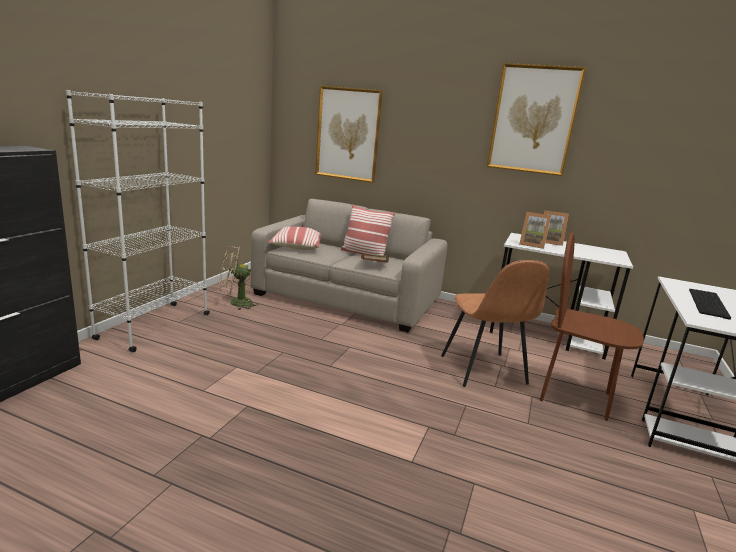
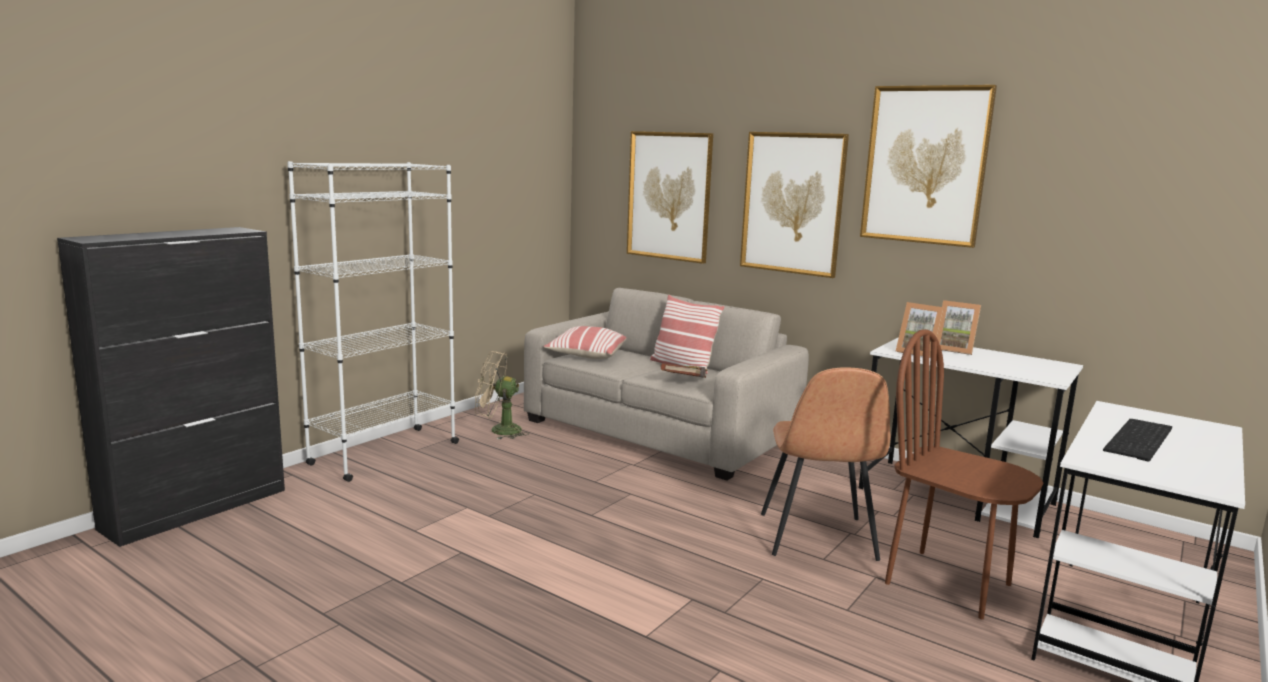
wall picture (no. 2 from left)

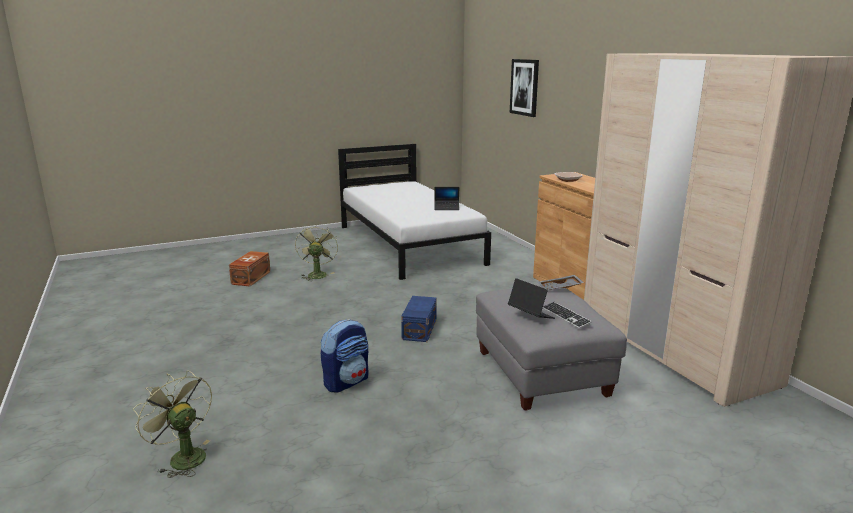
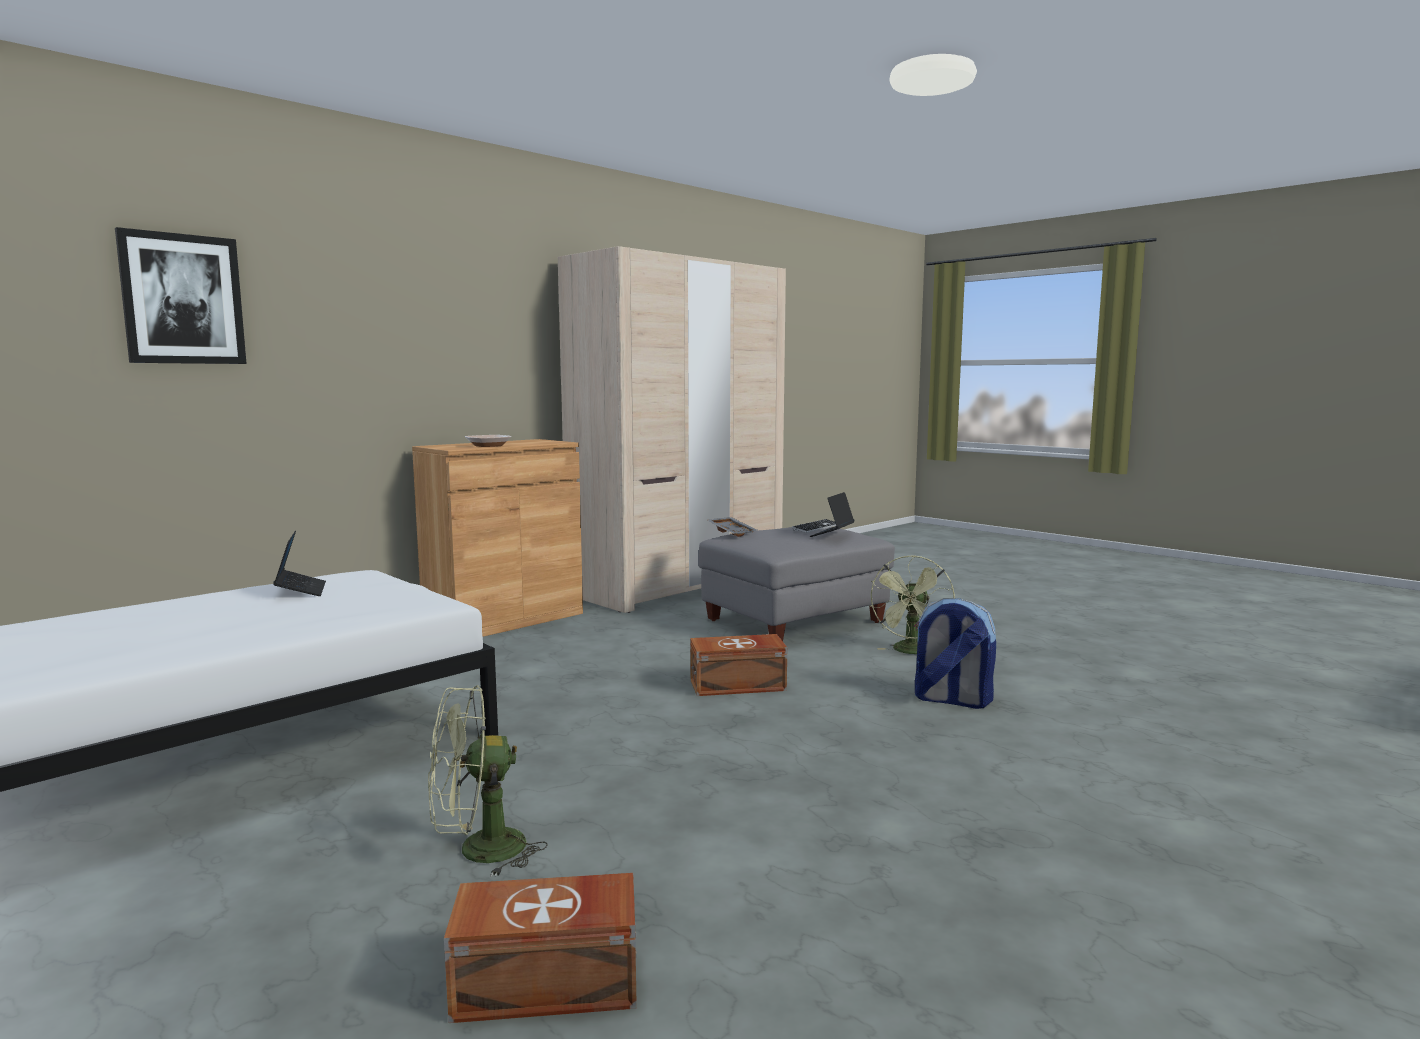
storage box in brown (no. 2 from left)
fan in green-coloured (no. 2 from left)

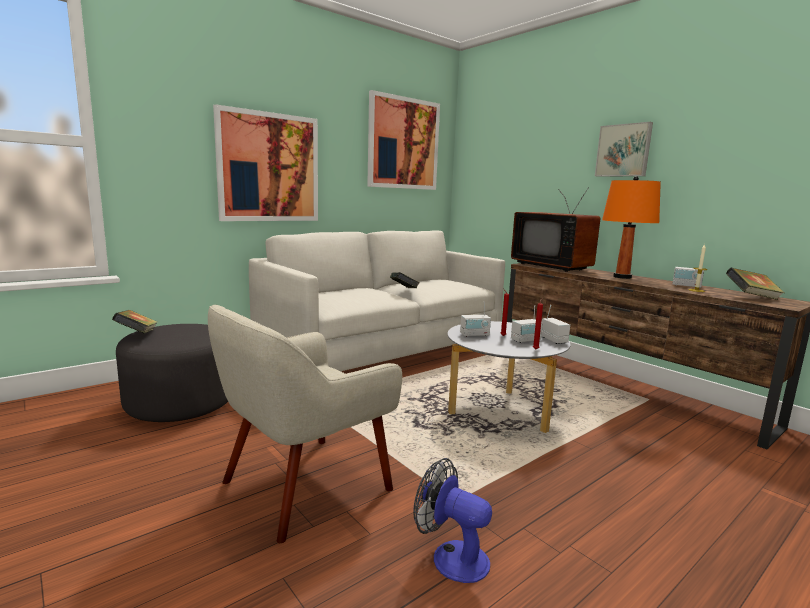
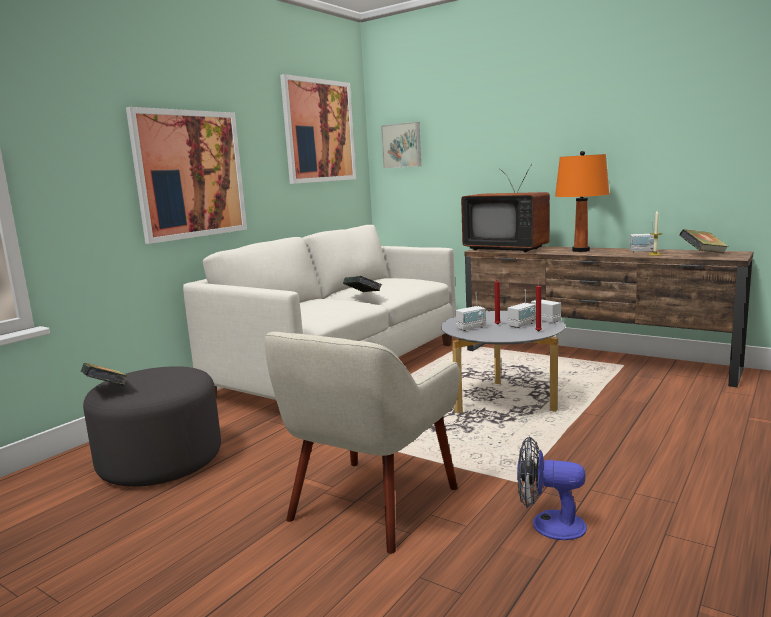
wall picture (no. 3 from left)

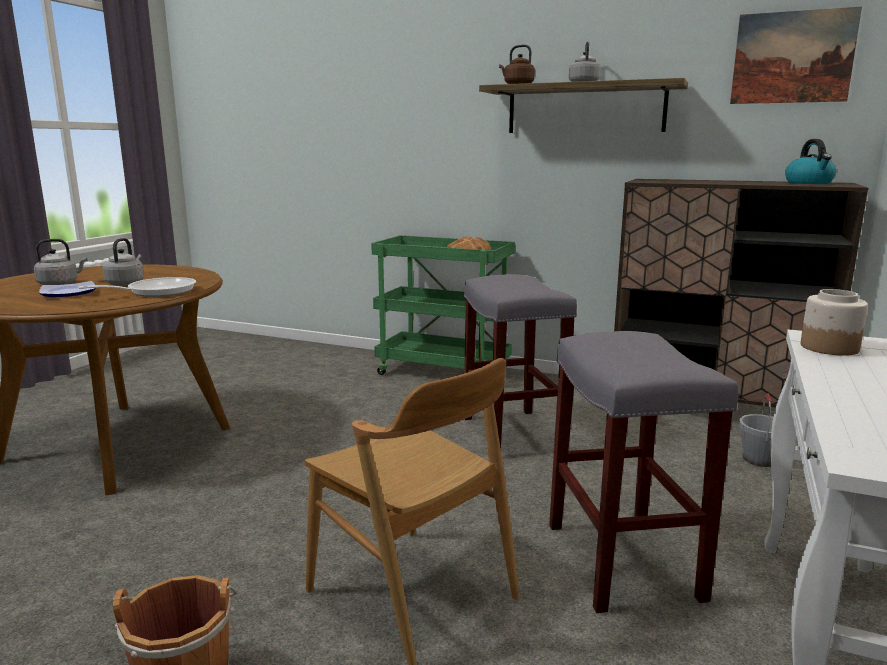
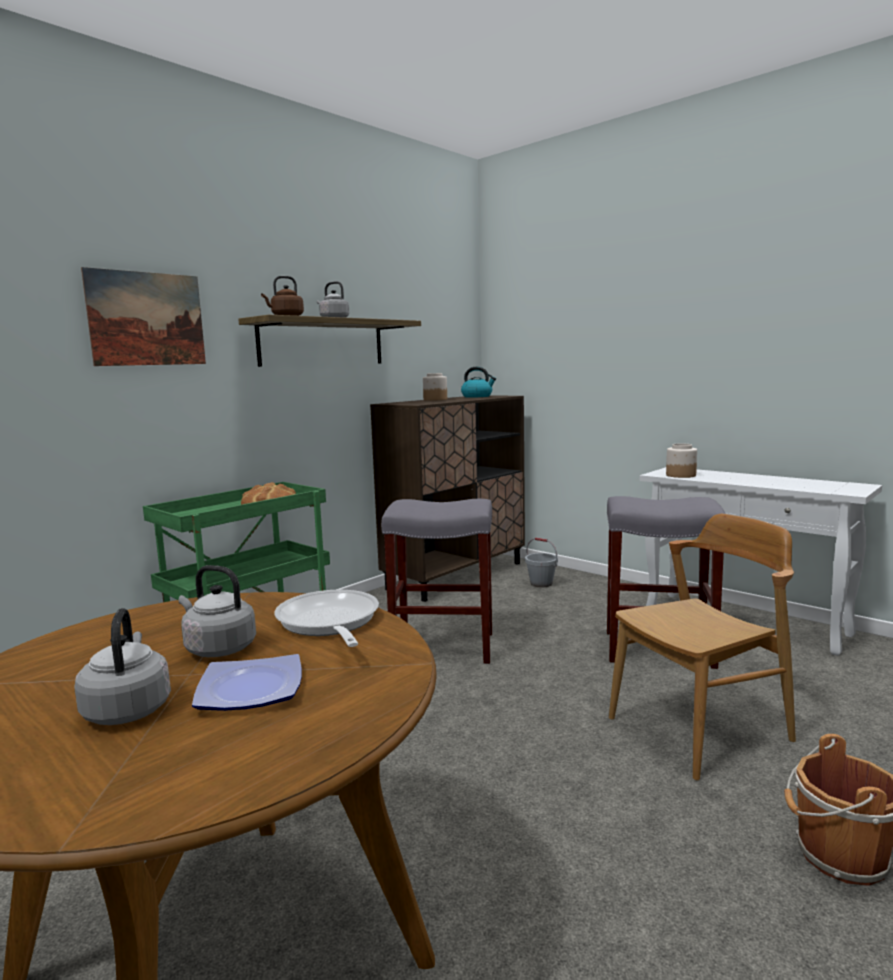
wall picture
storage jar (no. 1 from left)

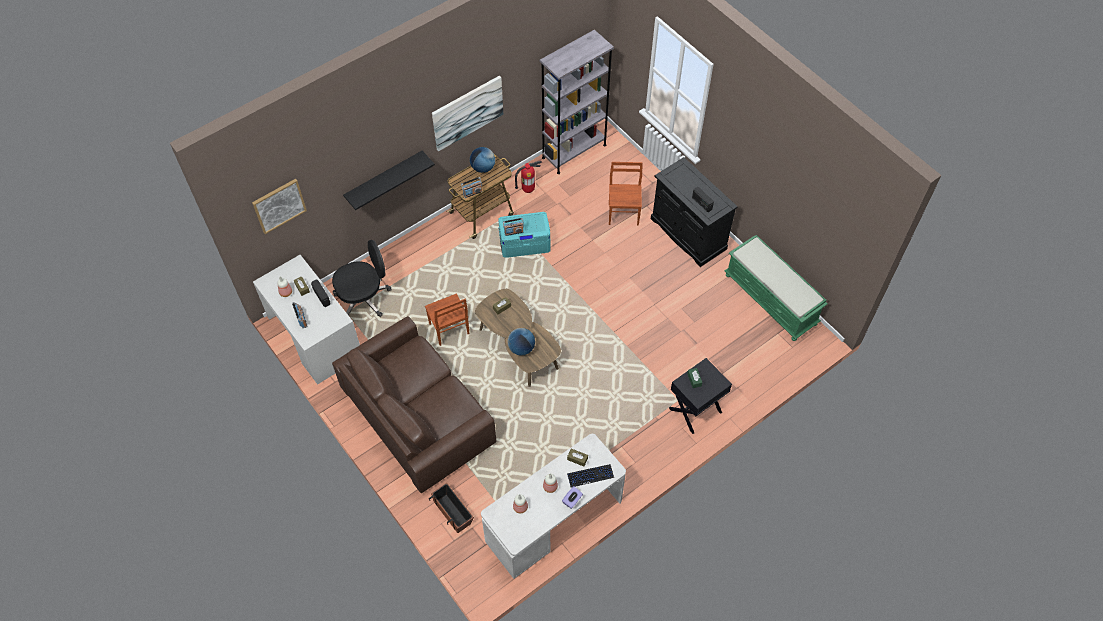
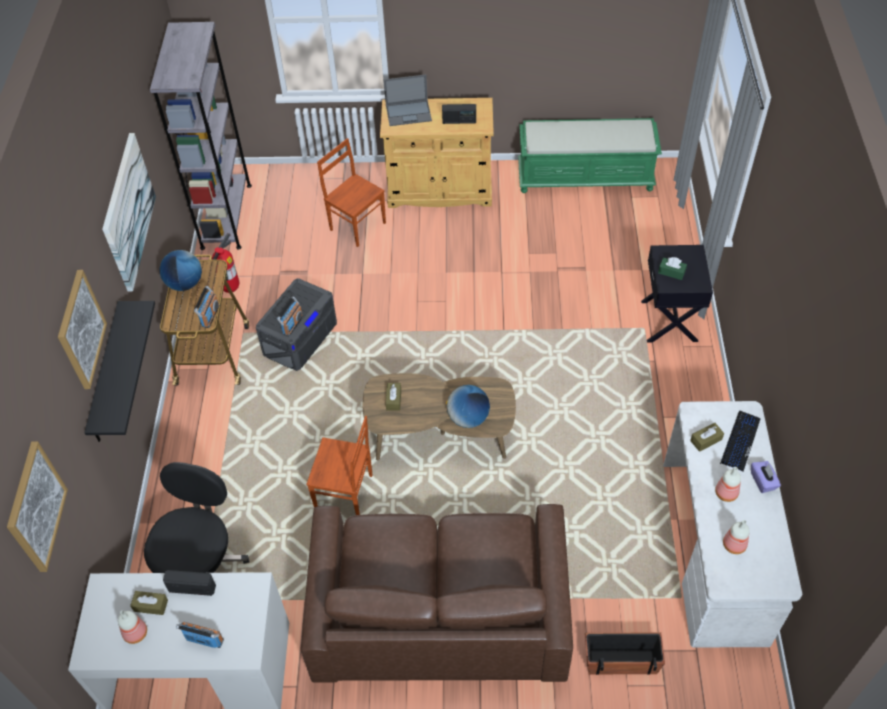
cupboard in beige-coloured
storage box in greyish
portable computer
wall picture (no. 2 from left)

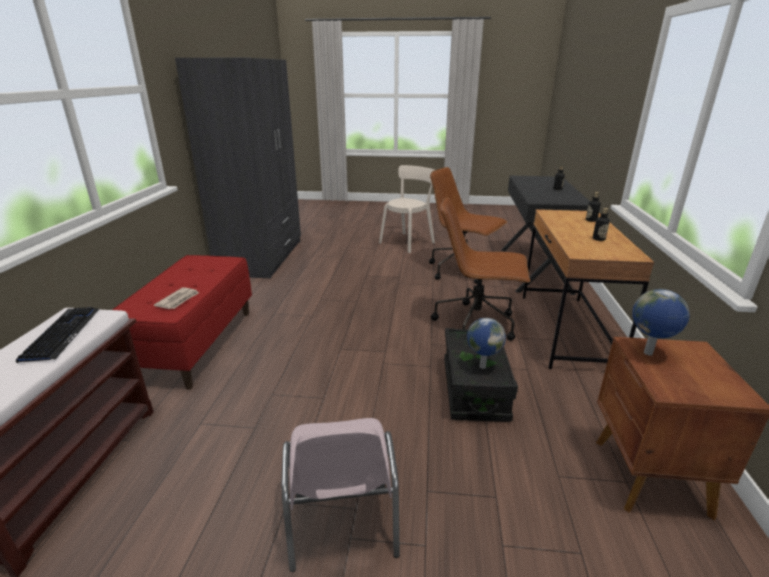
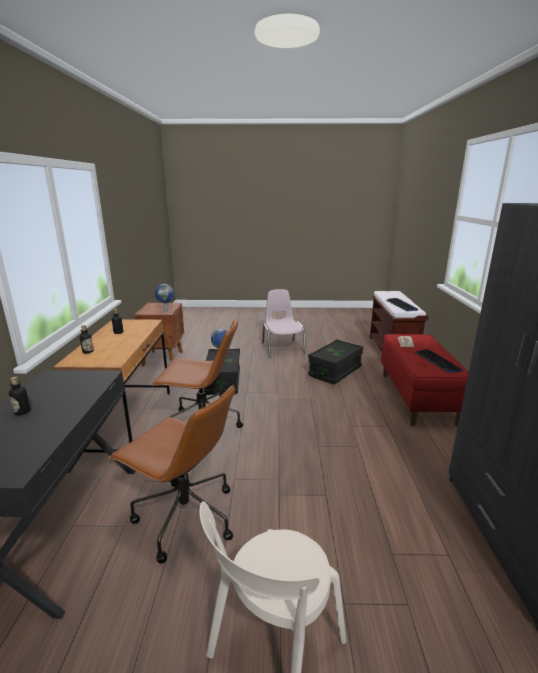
storage box in blackish (no. 2 from left)
keyboard (no. 2 from left)

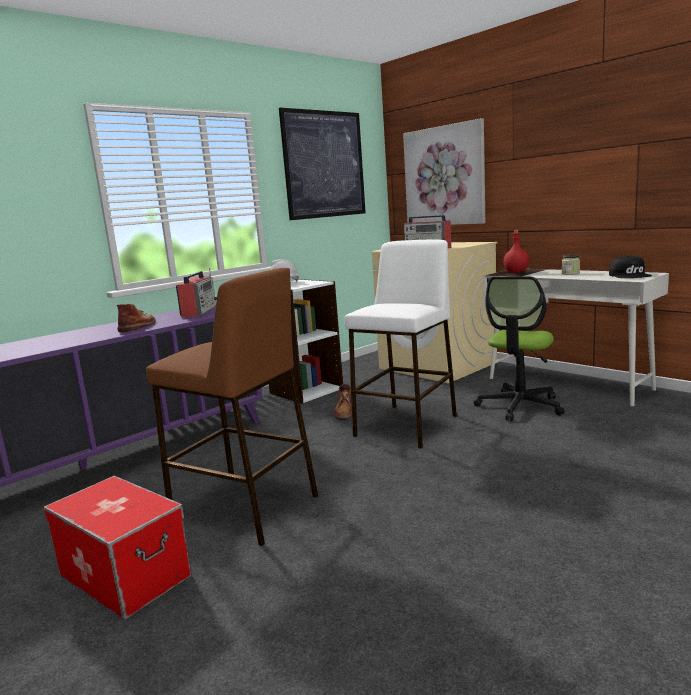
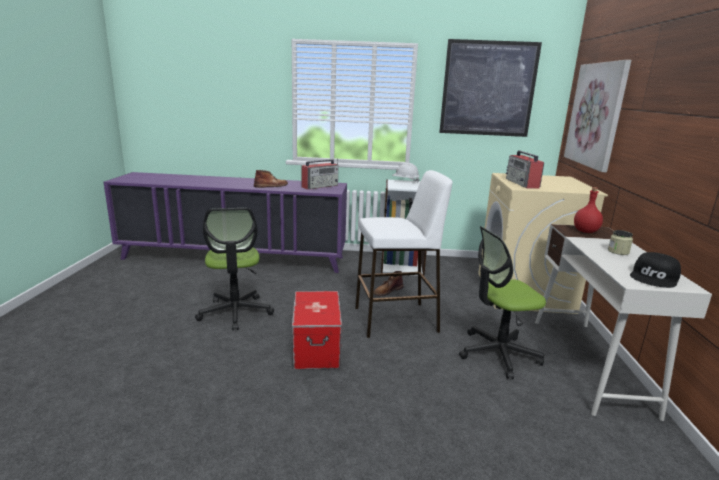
desk chair (no. 1 from left)
storage box

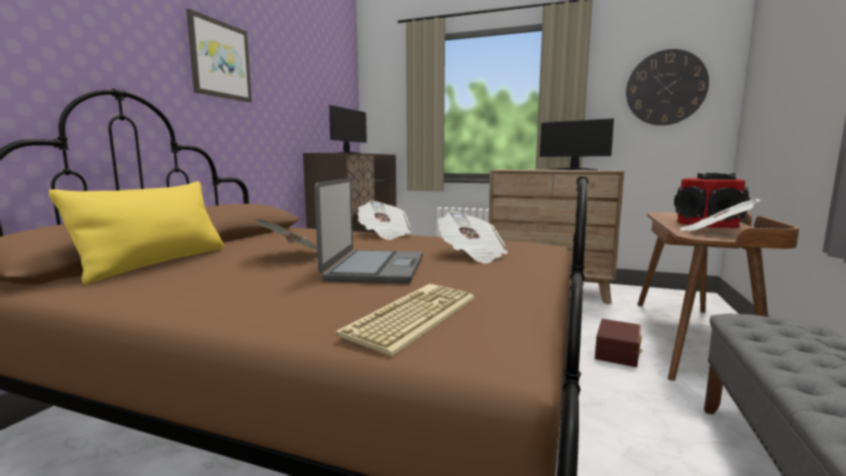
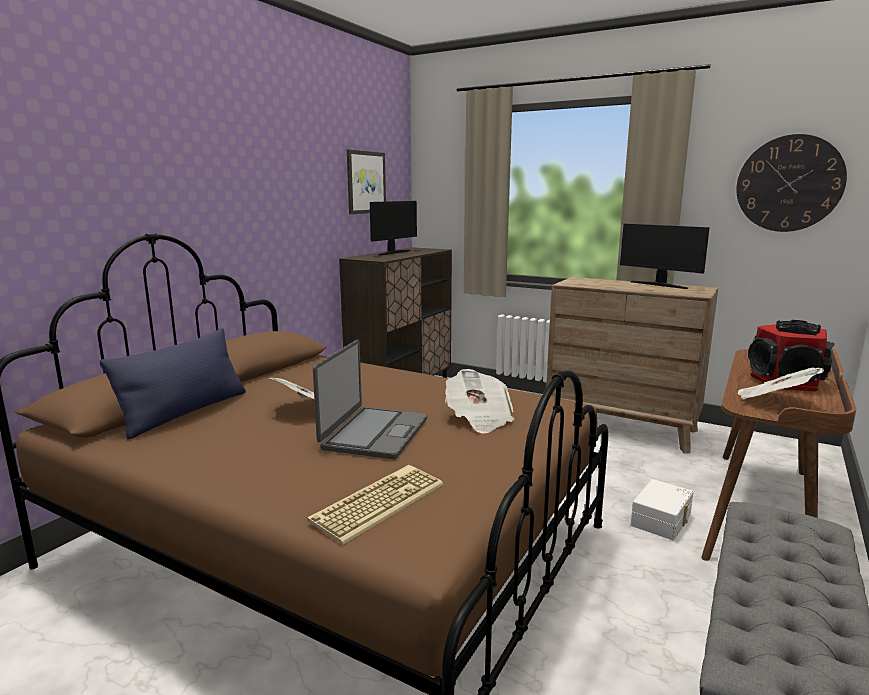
wall picture
pillow in blue-coloured
printed paper (no. 2 from left in the first image)
storage box in white

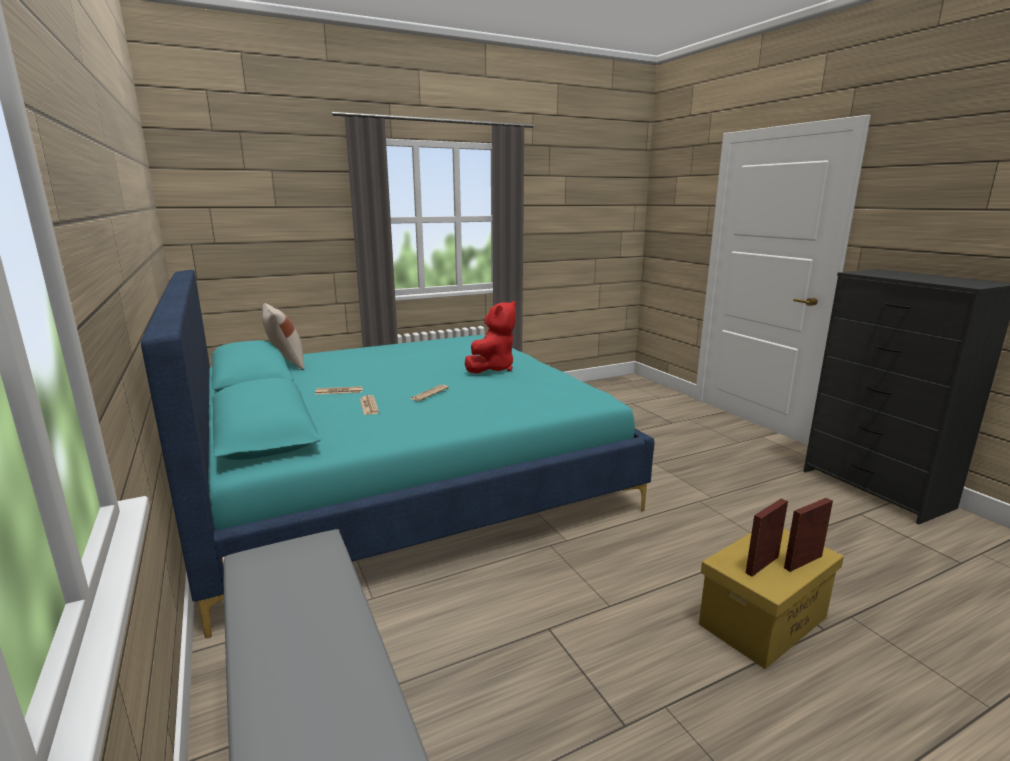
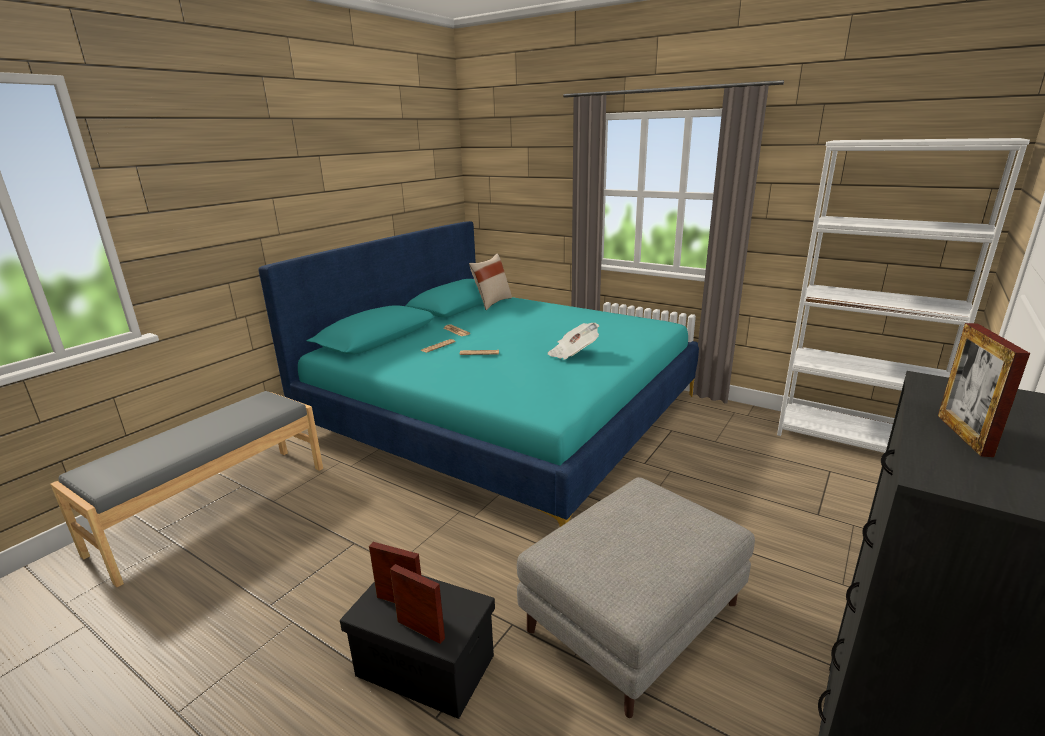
printed paper (no. 4 from left)
storage box in blackish
bookcase in white
photo frame (no. 3 from left)
pouffe in greyish

